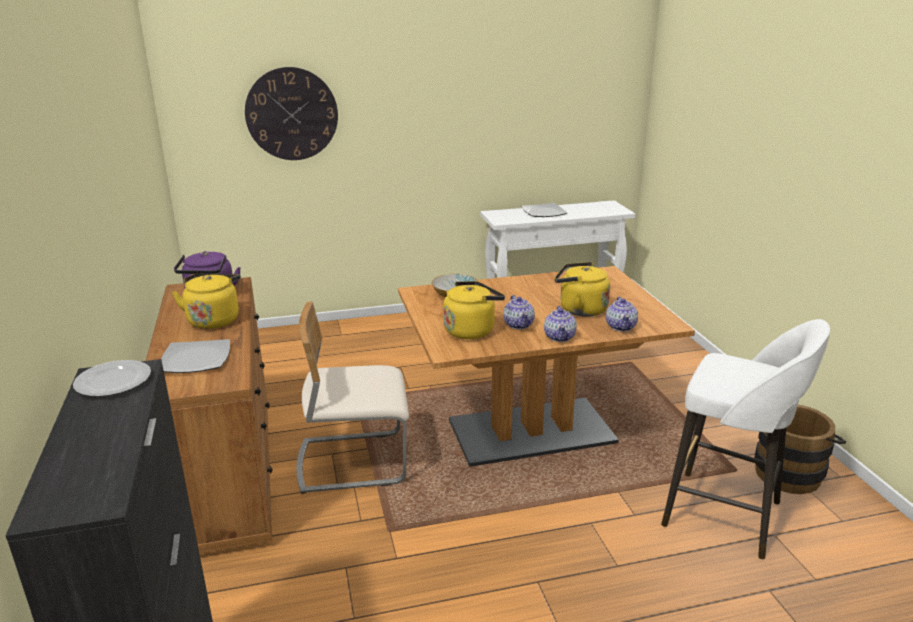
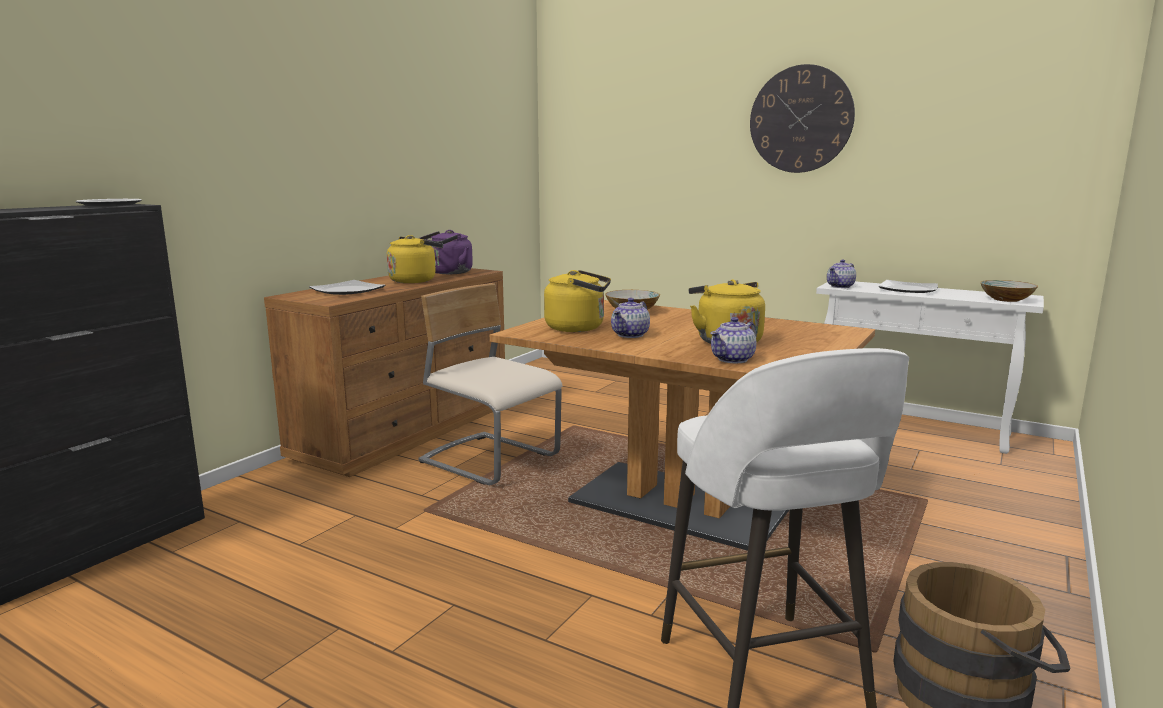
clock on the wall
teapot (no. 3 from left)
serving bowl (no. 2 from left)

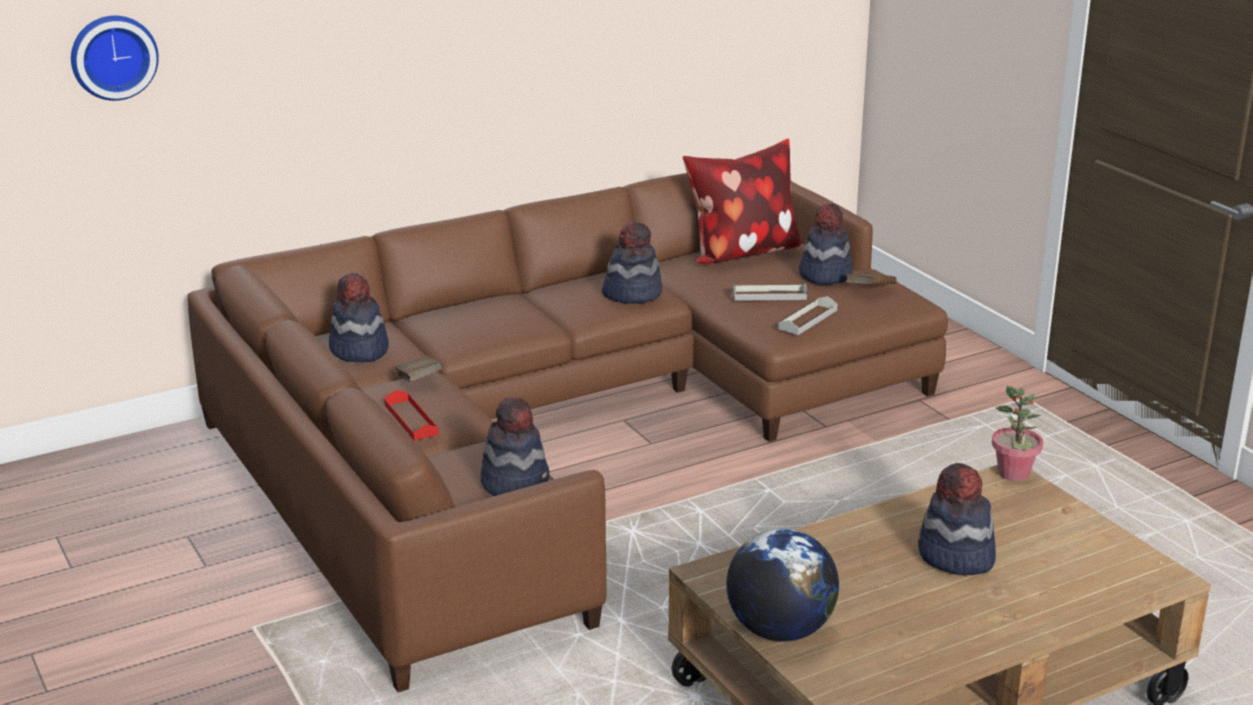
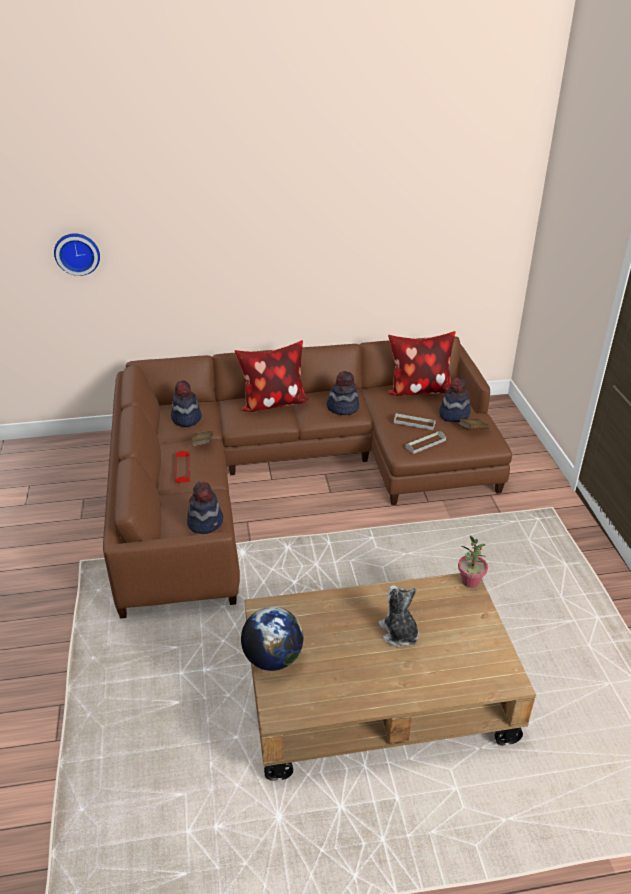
plush toy
pillow (no. 1 from left)

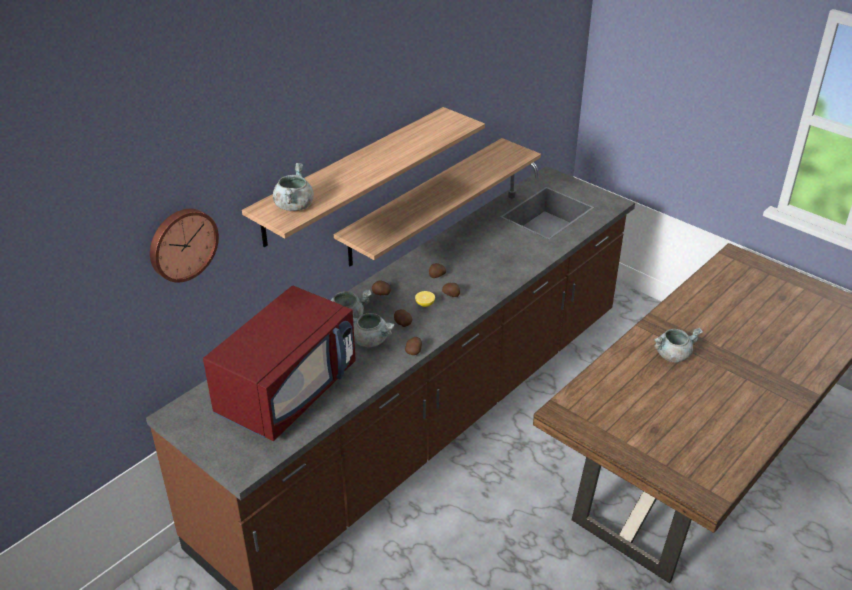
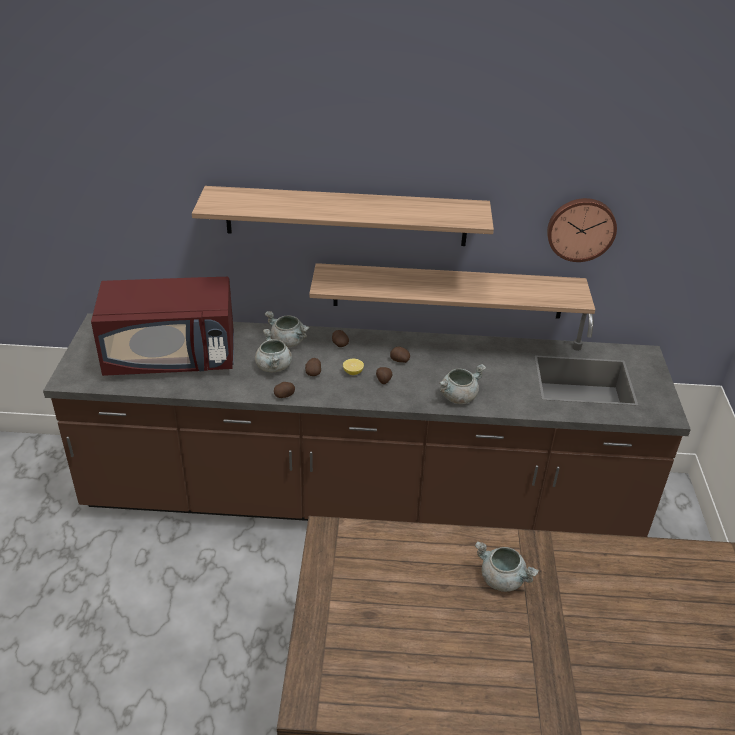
saucepot in greyish (no. 3 from left)
clock on the wall

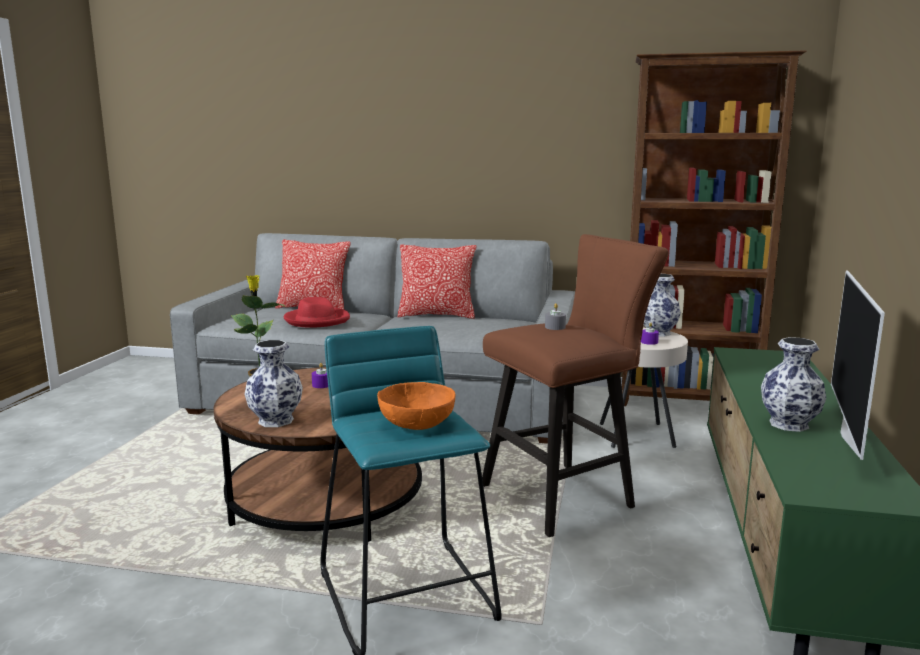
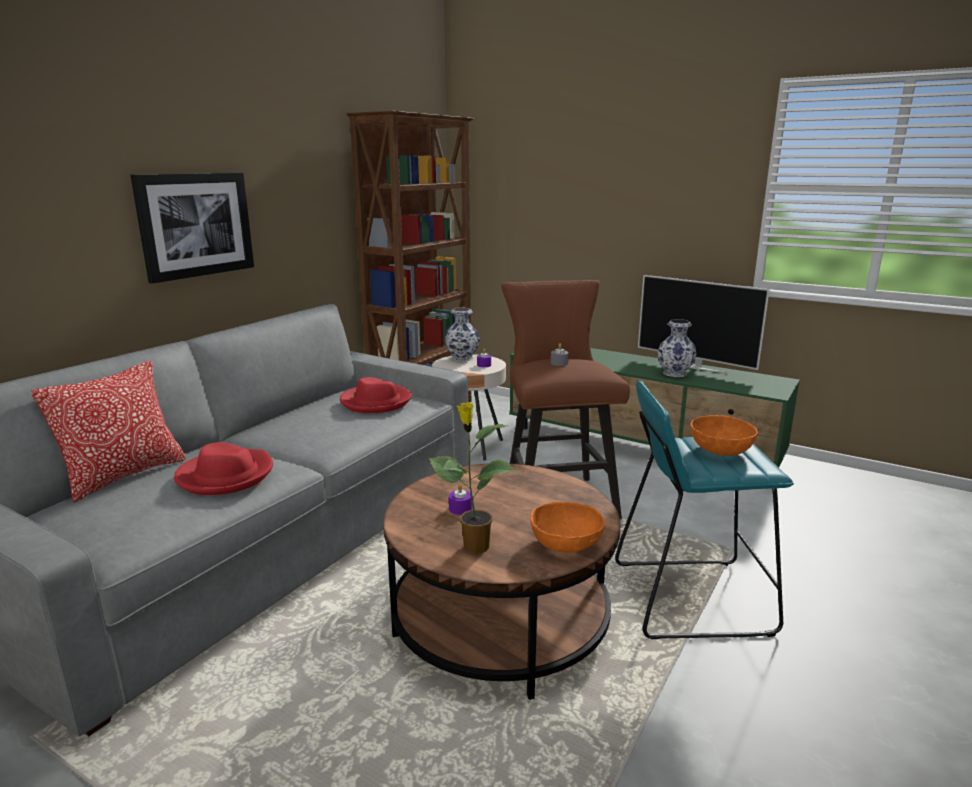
pillow (no. 2 from left in the first image)
serving bowl in orangey (no. 1 from left)
wall picture
wearable hat in reddish (no. 2 from left)

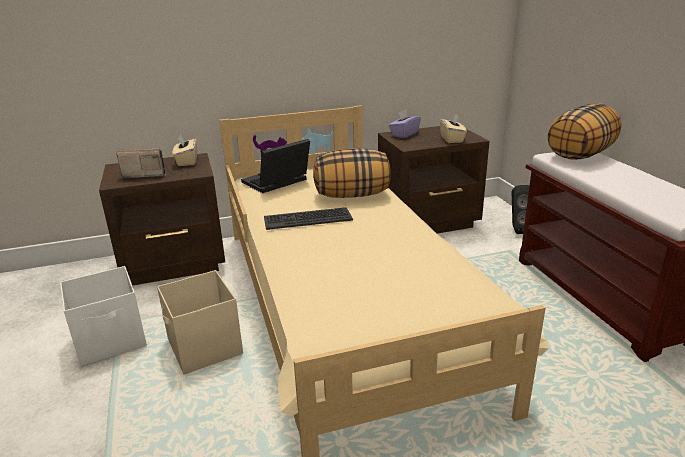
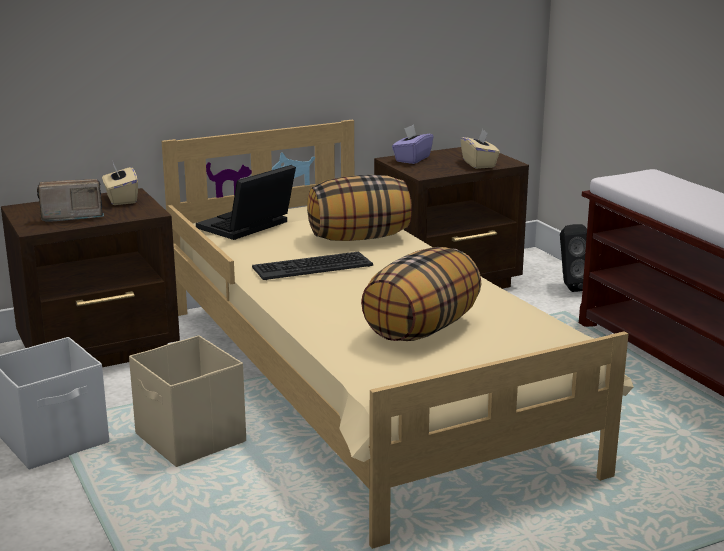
pillow (no. 2 from left)

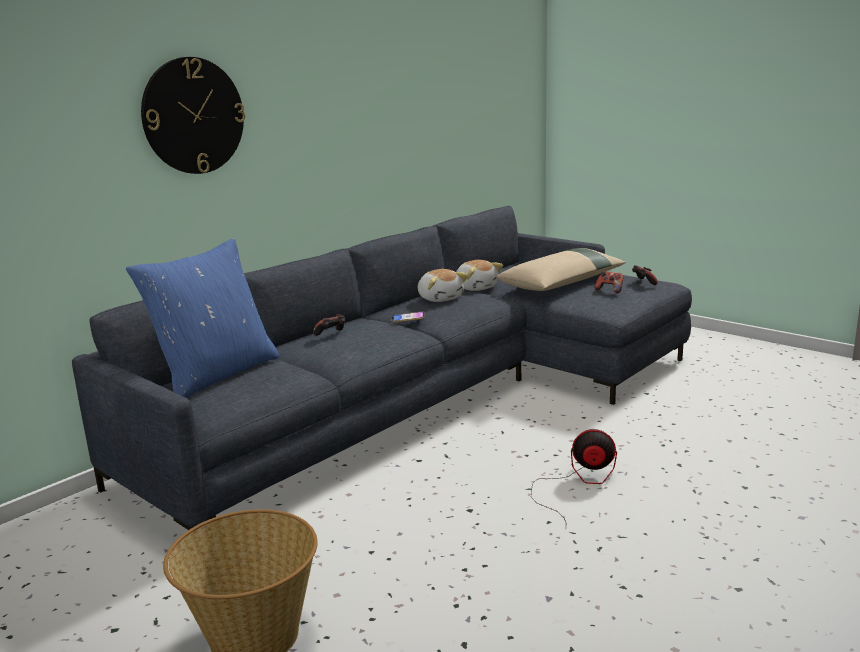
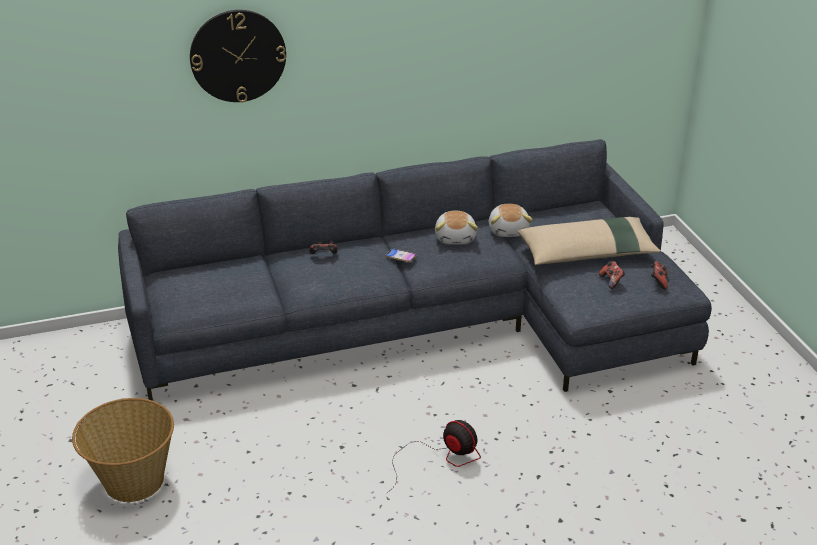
pillow in blue-coloured

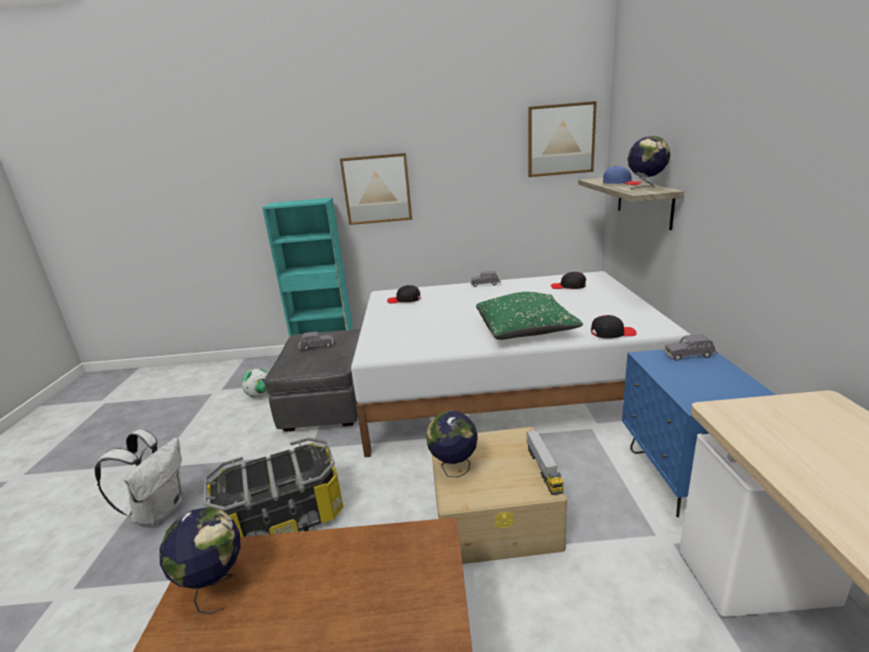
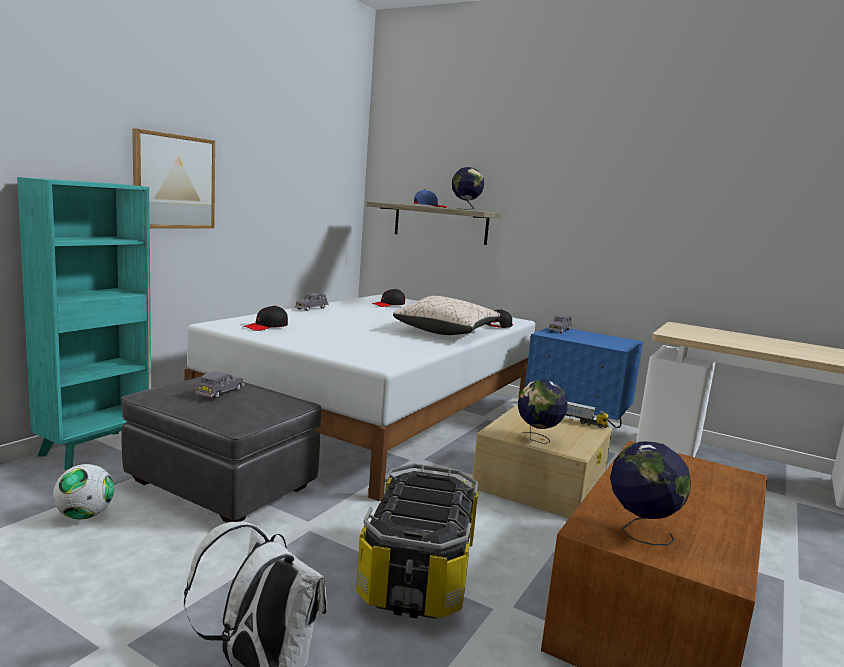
wall picture (no. 2 from left in the first image)
pillow in beige-coloured

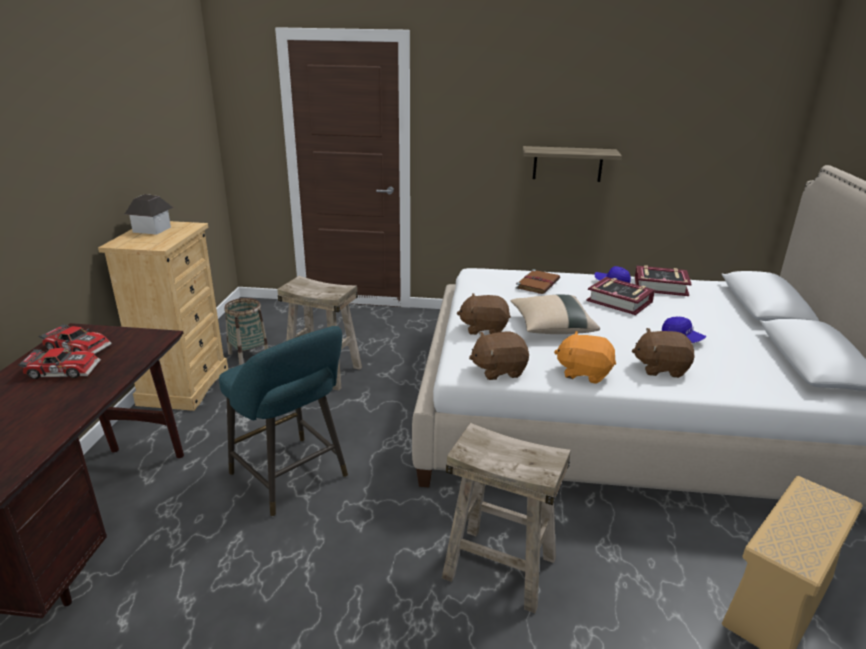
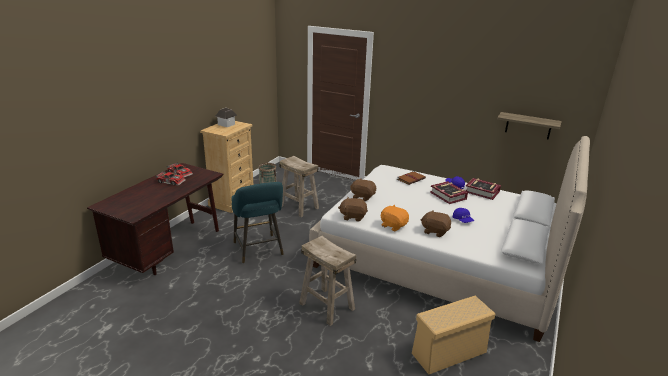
wall shelf
pillow in beige-coloured

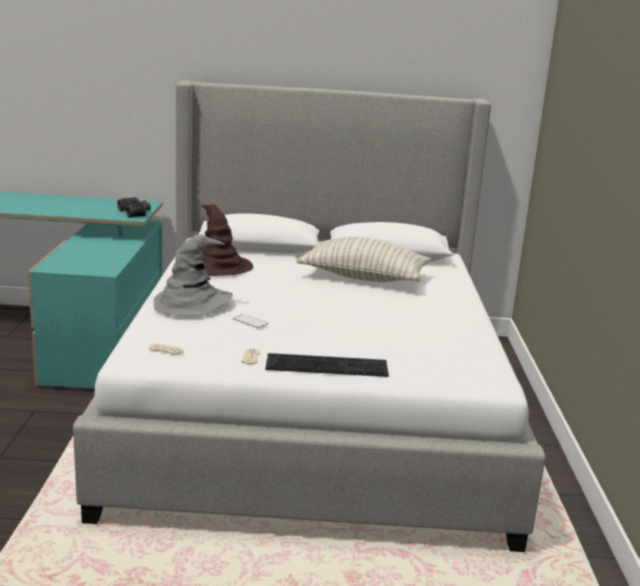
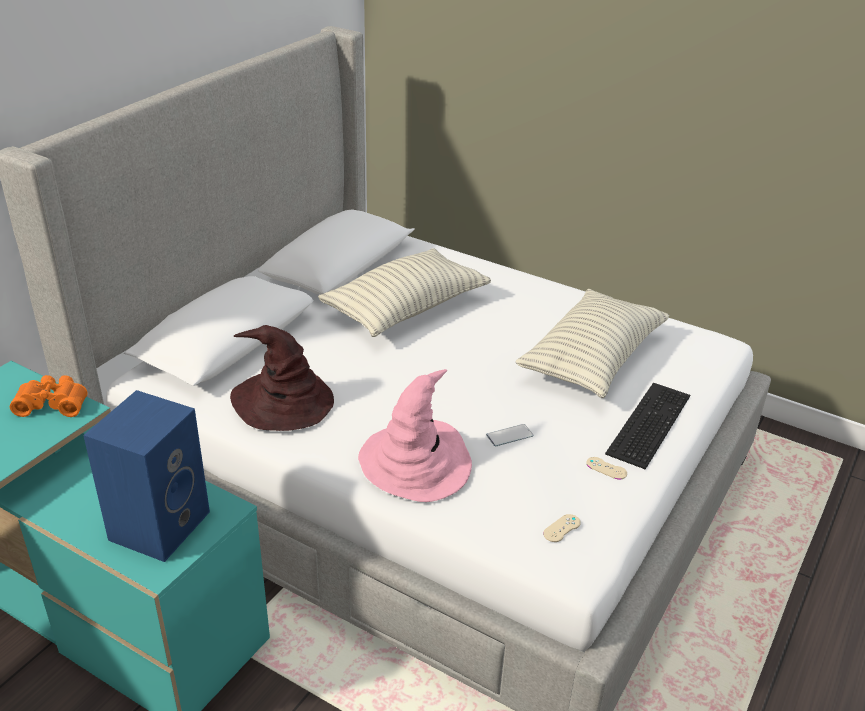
field glasses in orangey
wearable hat in pink
pillow (no. 2 from left)
loudspeaker in blue-coloured

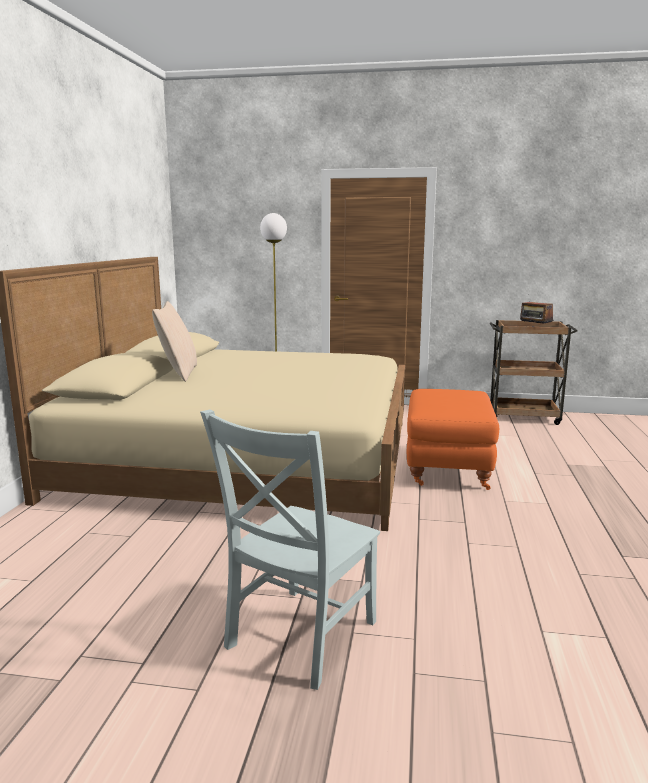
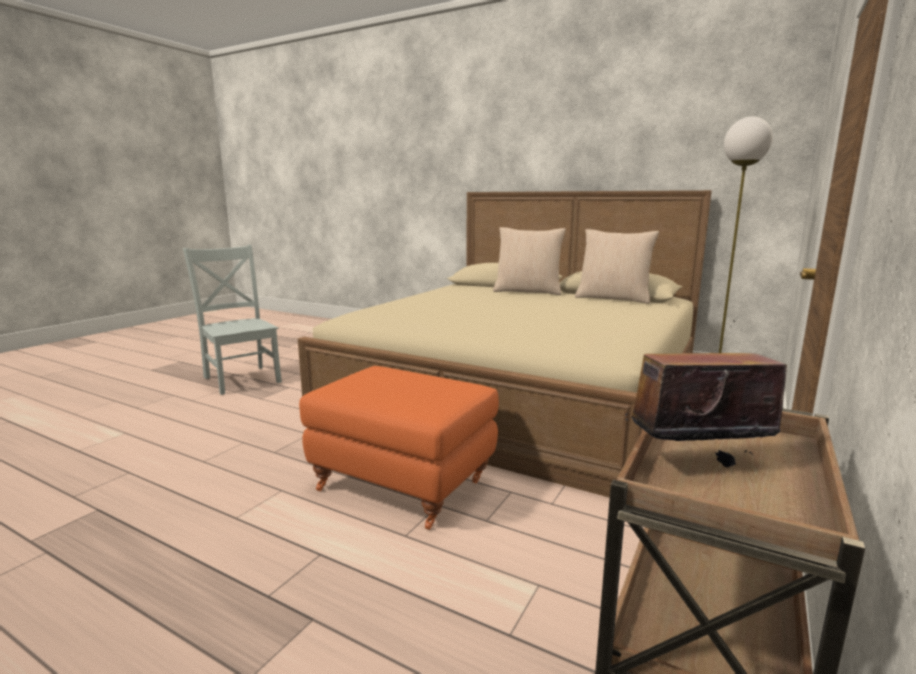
pillow in beige-coloured (no. 2 from left)

